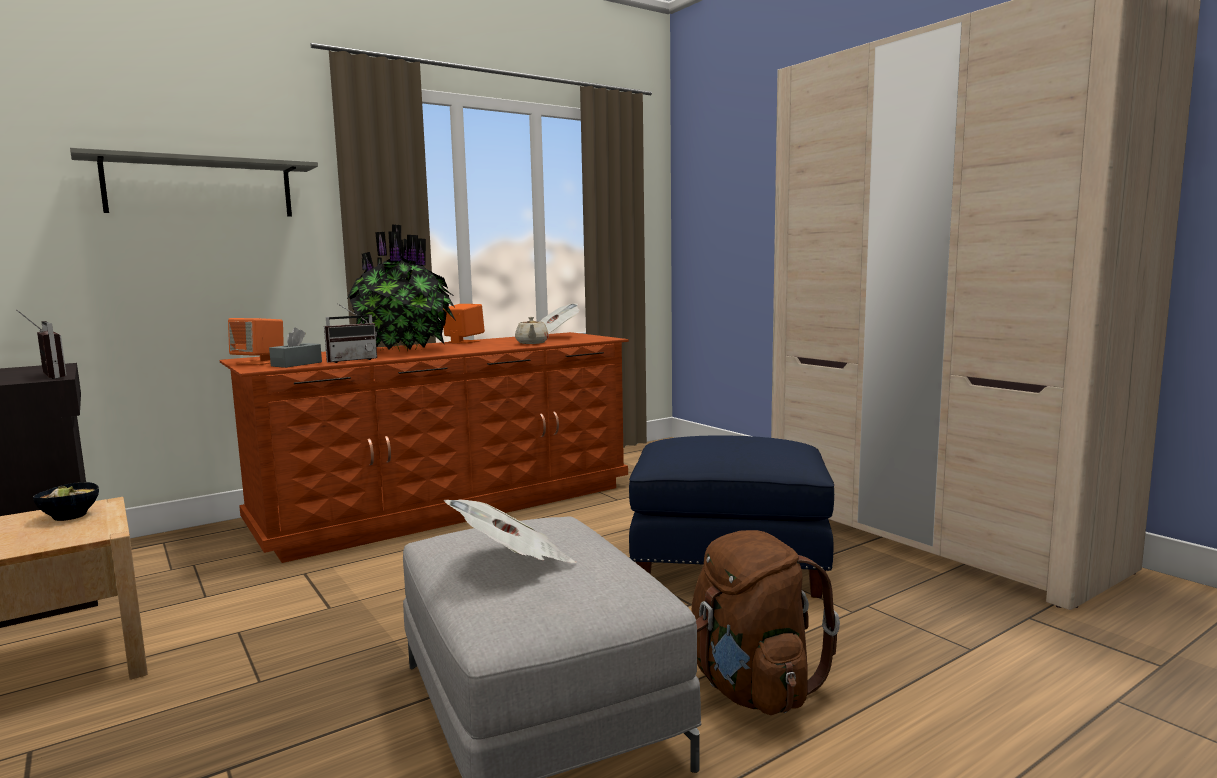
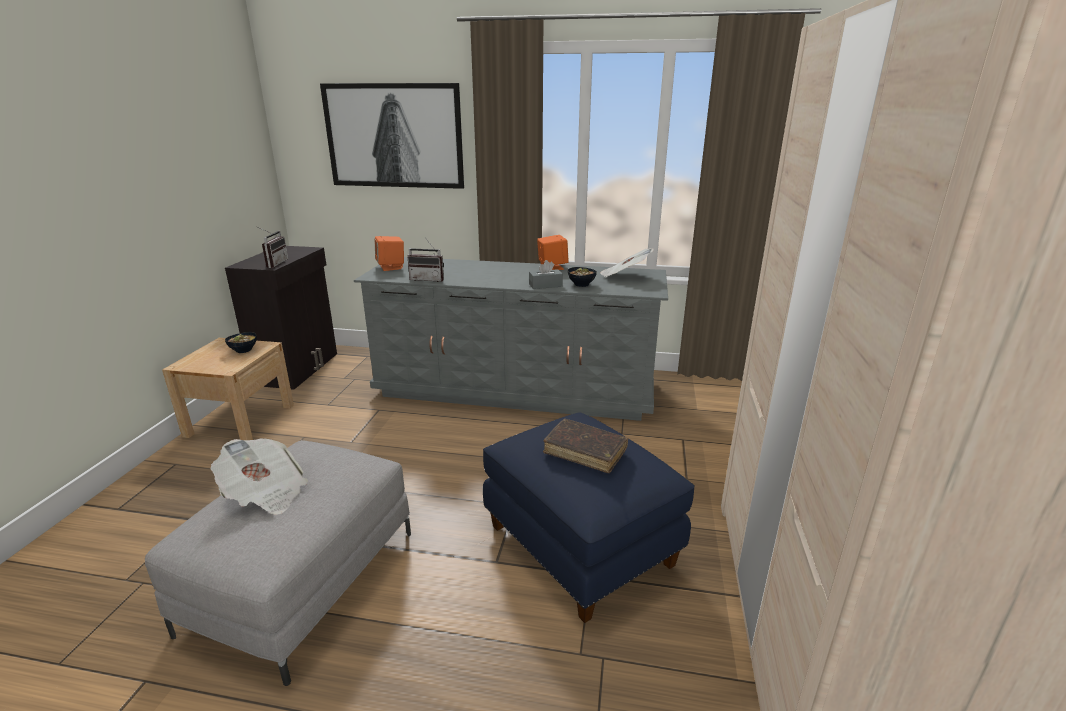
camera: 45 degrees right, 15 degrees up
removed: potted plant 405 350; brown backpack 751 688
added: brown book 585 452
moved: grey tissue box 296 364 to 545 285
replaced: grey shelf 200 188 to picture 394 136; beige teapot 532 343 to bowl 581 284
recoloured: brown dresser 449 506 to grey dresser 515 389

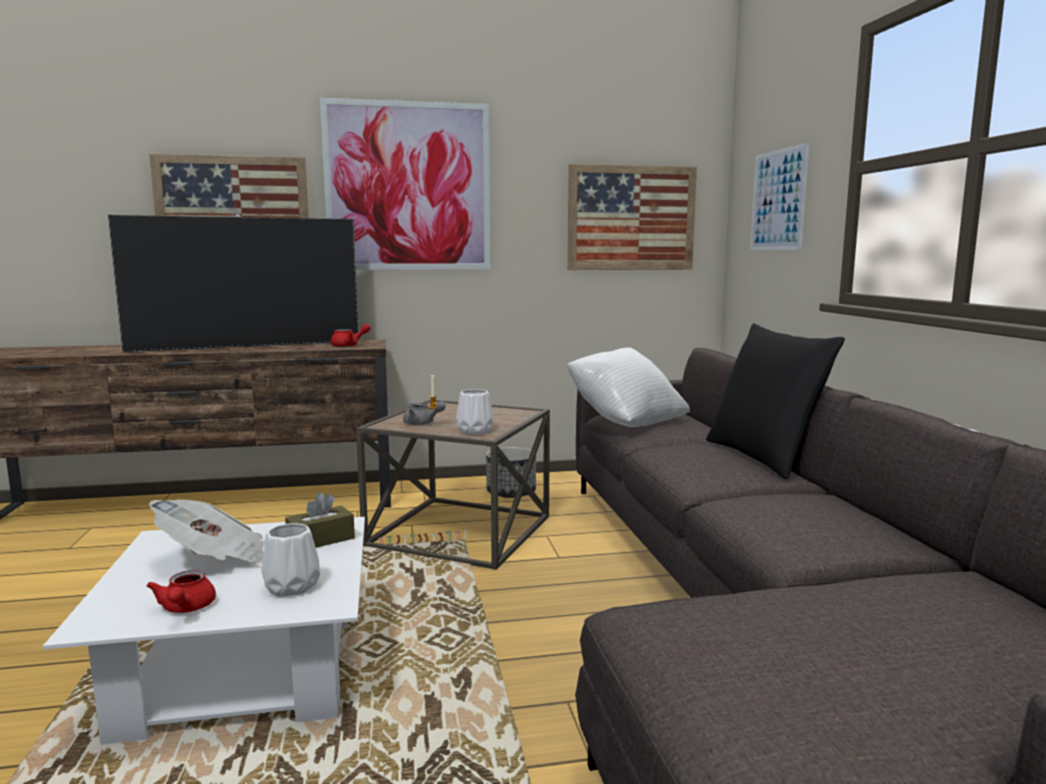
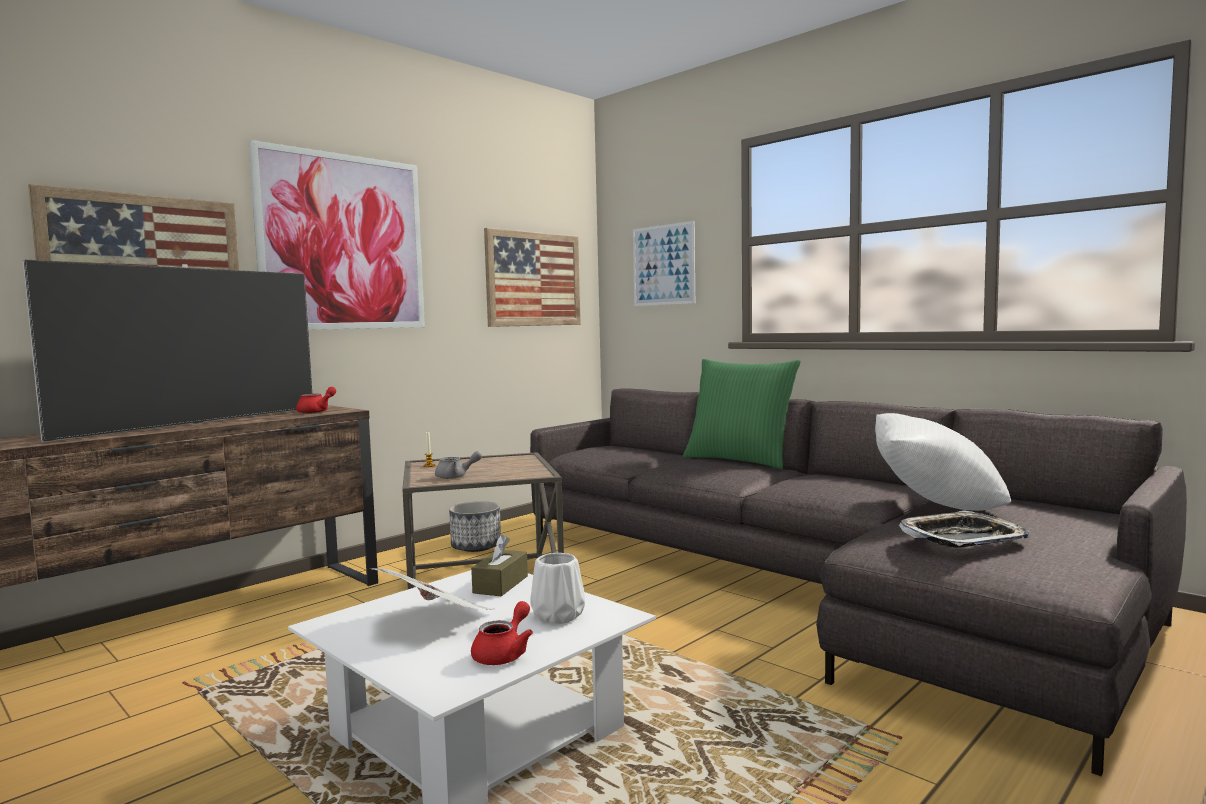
camera: 35 degrees left, 5 degrees down
removed: white vase 475 431
added: tray 962 538
moved: white pillow 626 421 to 934 505
recoloured: black pillow 764 457 to green pillow 740 460
turned: red teapot 185 609 = 504 654 105 degrees counterclockwise

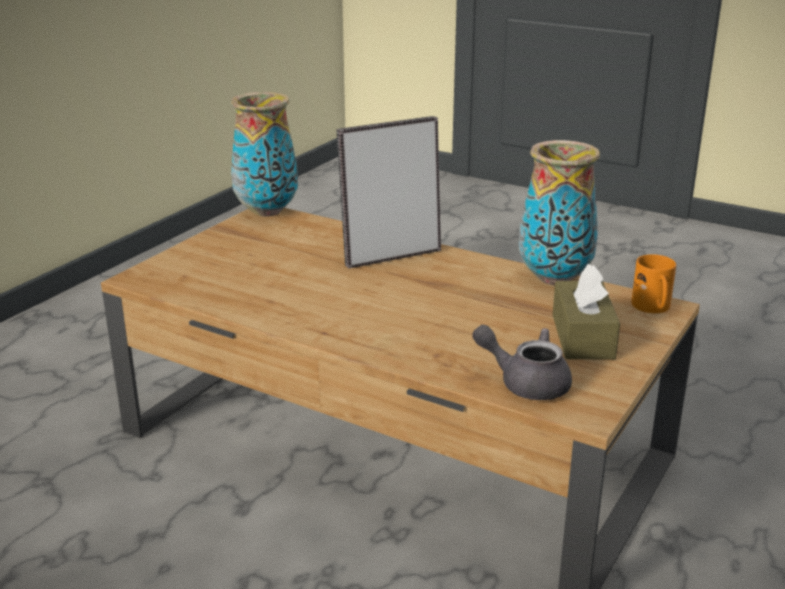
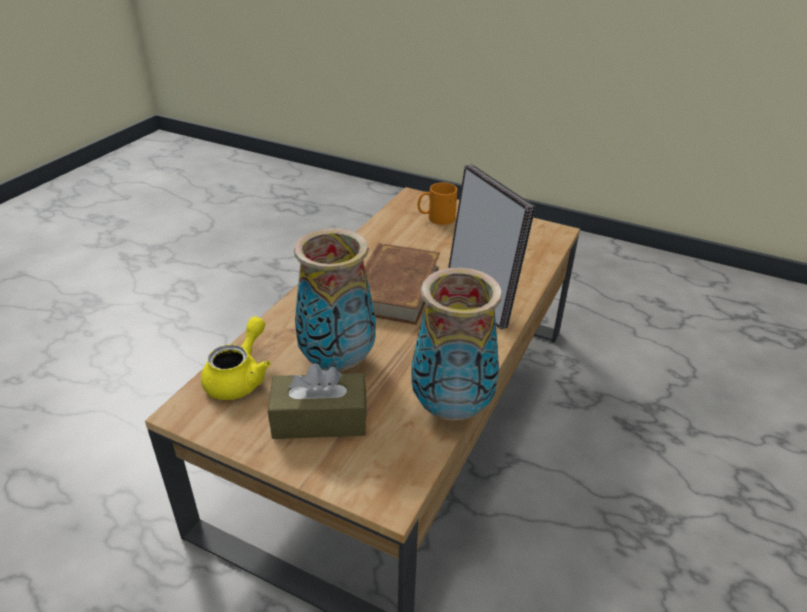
camera: 85 degrees right, 10 degrees up
added: brown book 394 289
moved: vase 267 211 to 338 362; orange mug 653 308 to 436 218
recoloured: grey teapot 526 382 to yellow teapot 240 377

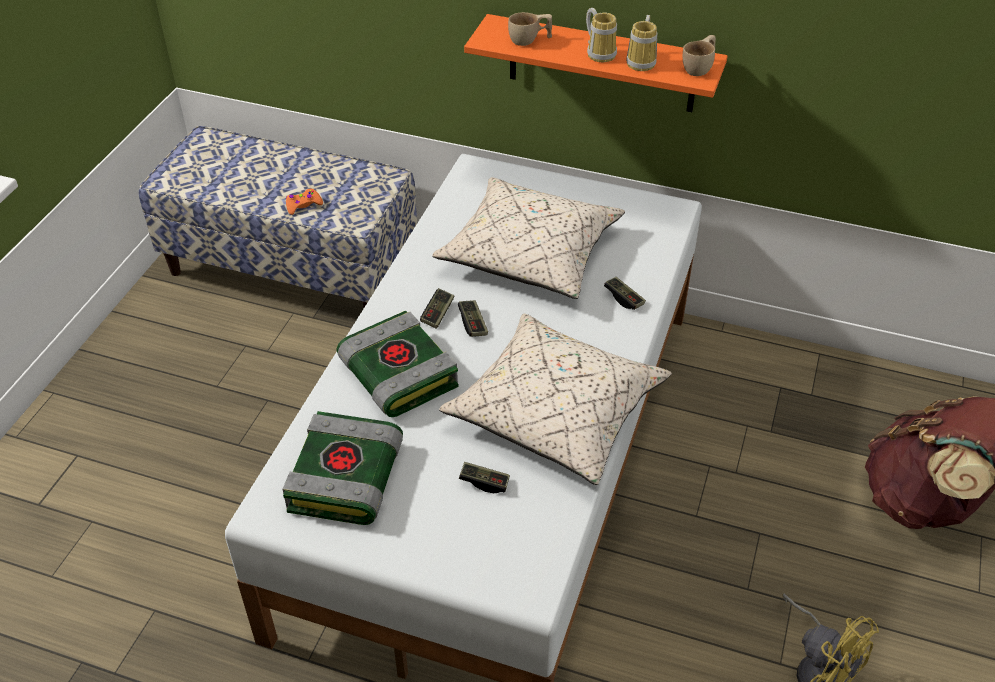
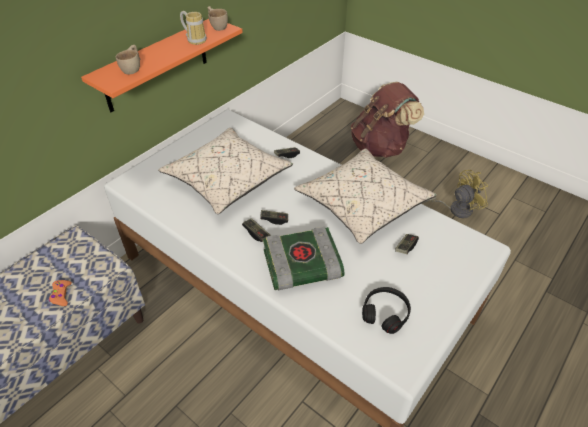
camera: 70 degrees left, 0 degrees up
removed: mug 600 53
replaced: book 347 479 to black headphones 385 313

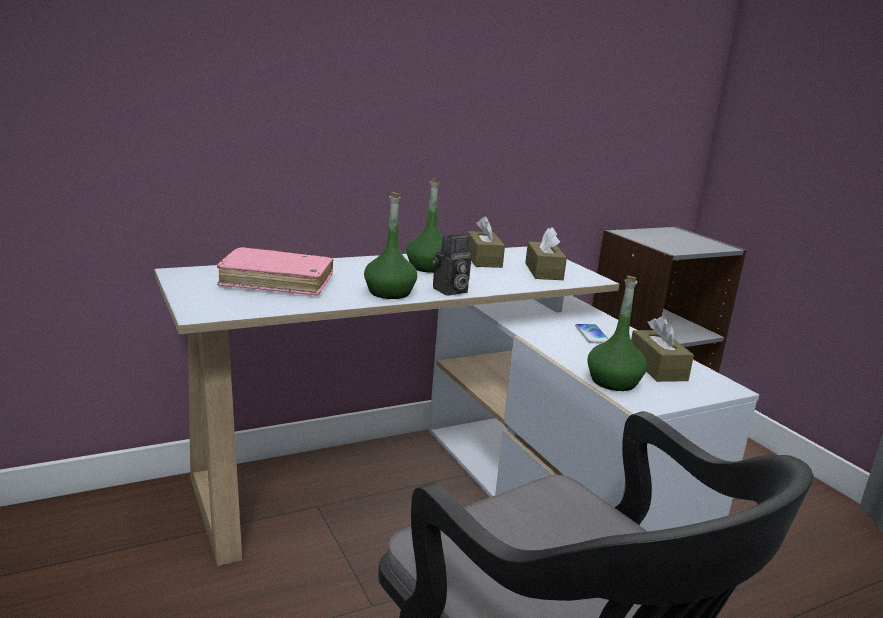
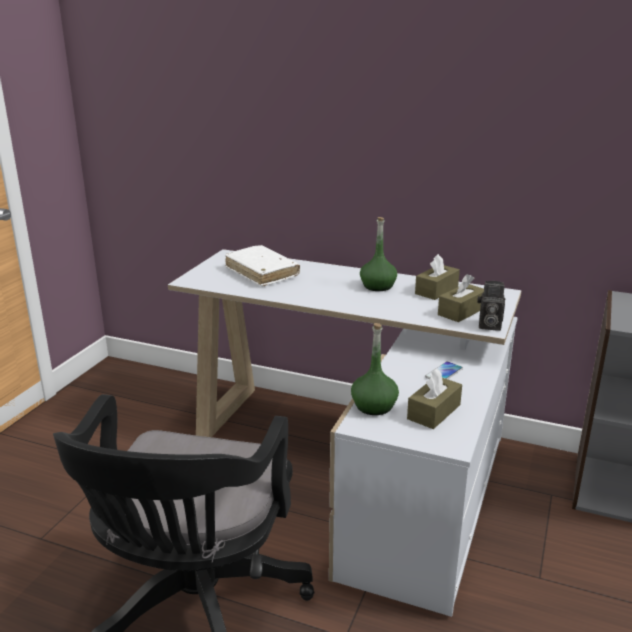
camera: 50 degrees right, 5 degrees up
removed: green bottle 389 293
moved: photo camera 450 291 to 488 326
recoloured: pink book 277 282 to white book 262 273

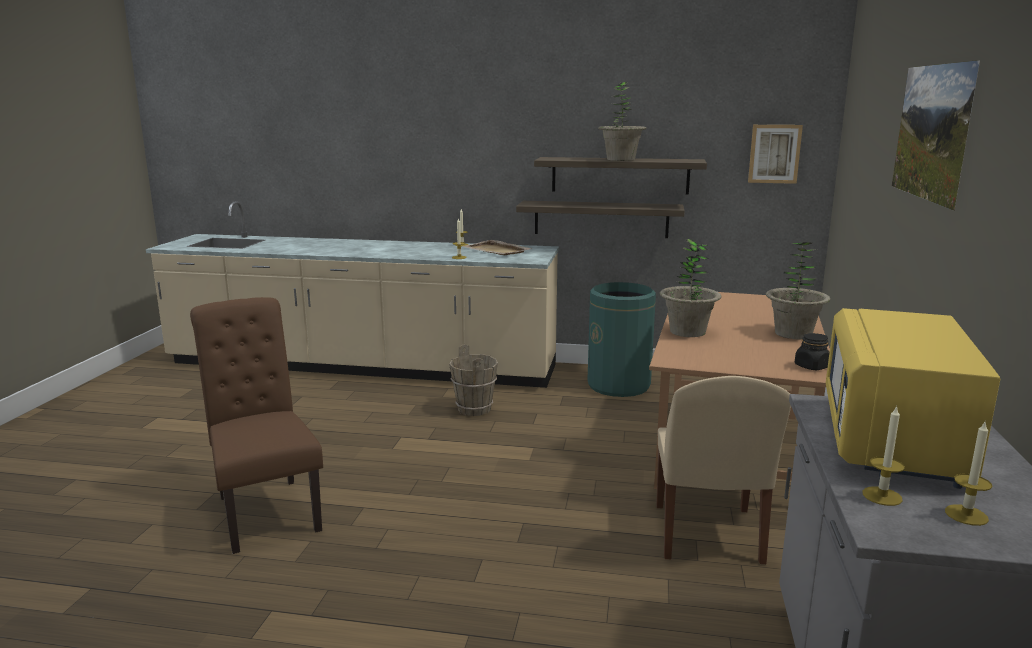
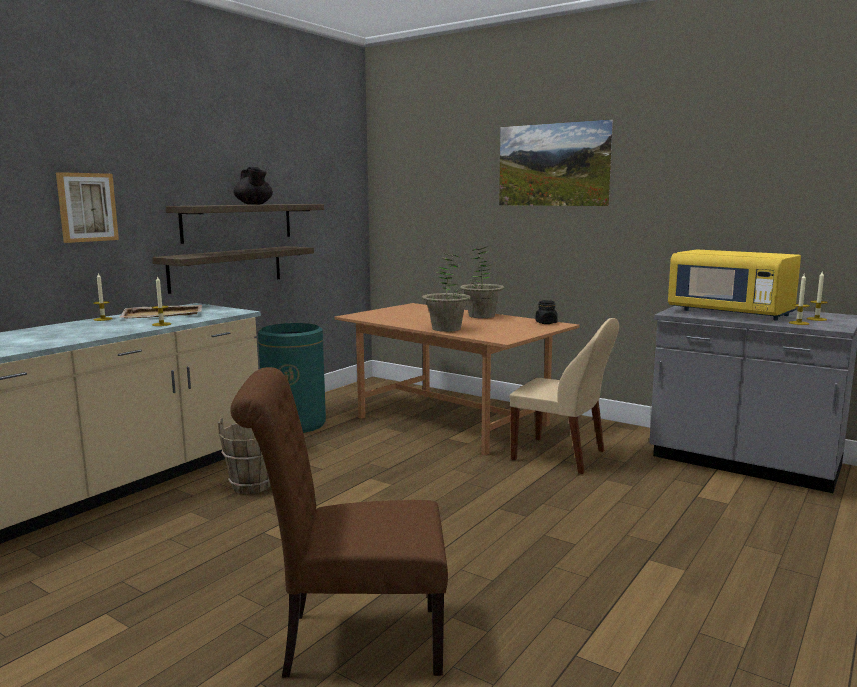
camera: 65 degrees left, 5 degrees down
moved: picture 774 154 to 87 207
replaced: potted plant 620 159 to black teapot 254 204

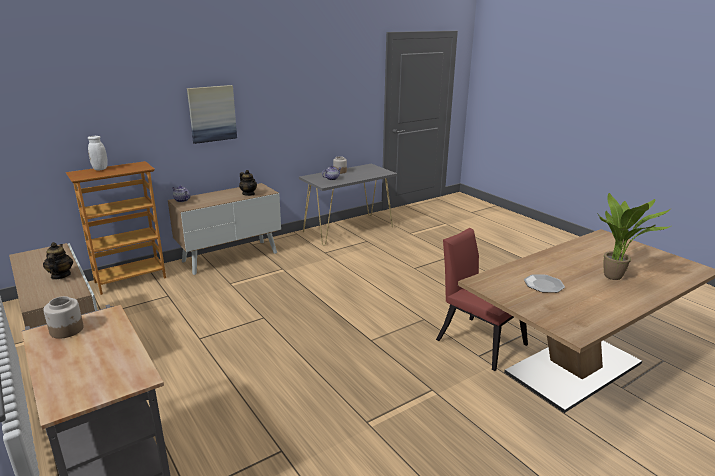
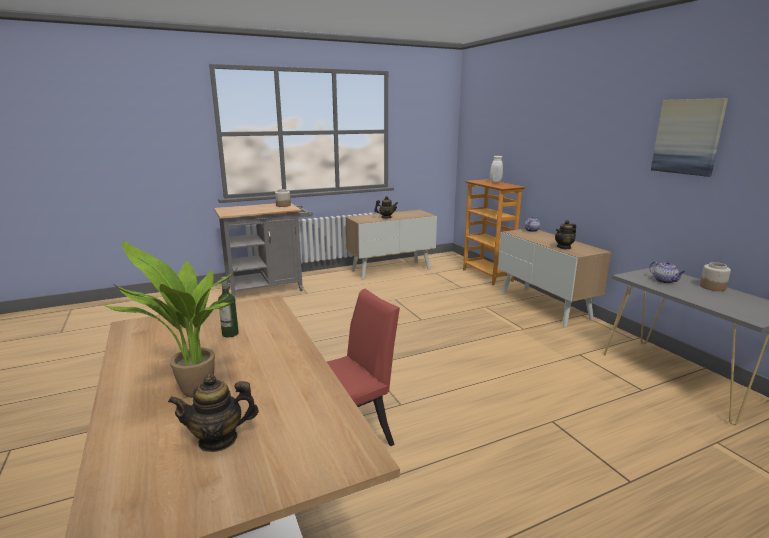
camera: 100 degrees right, 5 degrees down
added: teapot 218 439
moved: picture 212 113 to 688 137
replaced: plate 543 284 to bottle 230 334

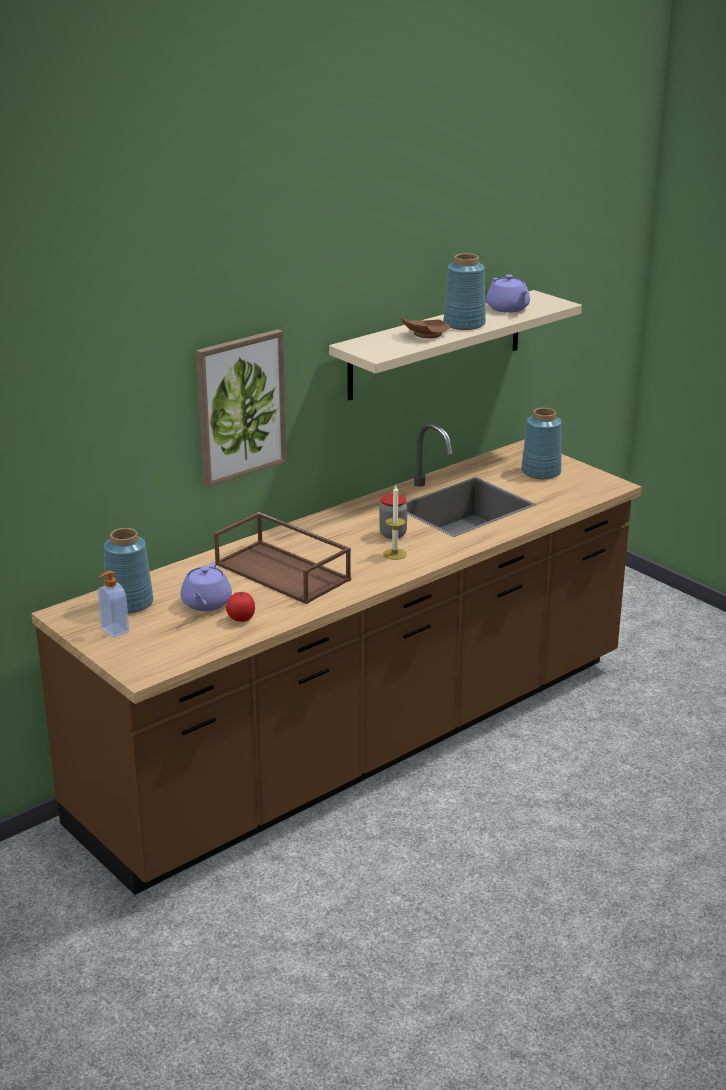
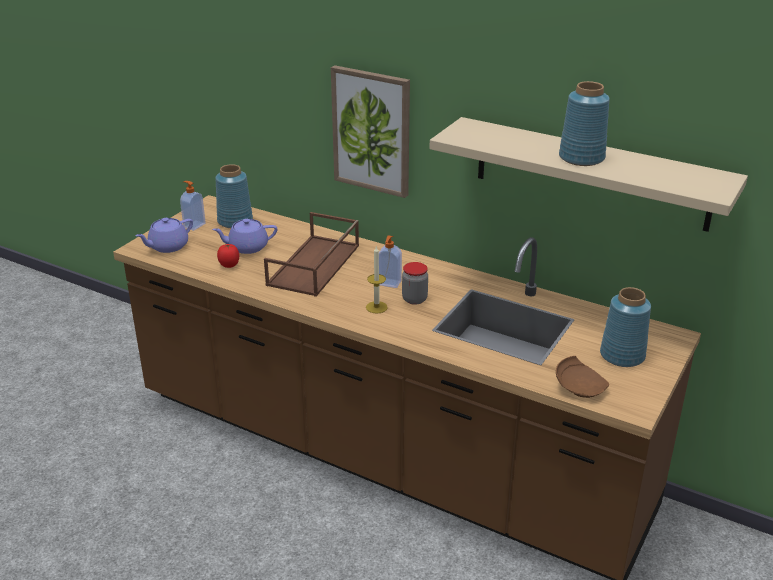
camera: 70 degrees right, 5 degrees up
added: soap dispenser 389 283
moved: brown plate 424 335 to 579 387; purple teapot 508 309 to 167 246

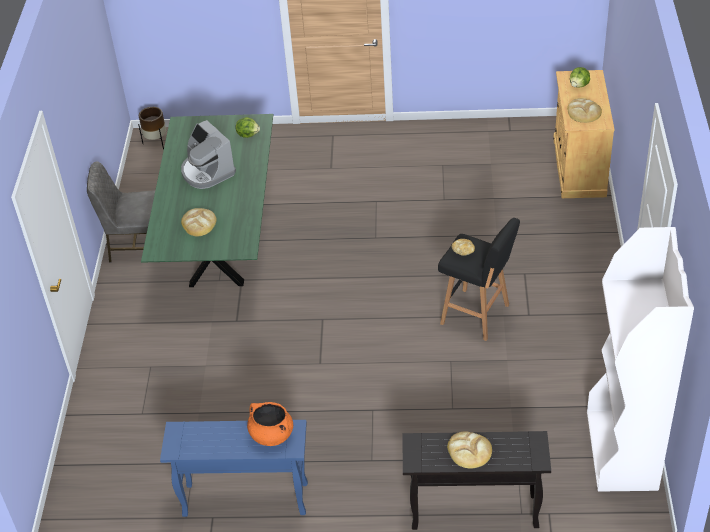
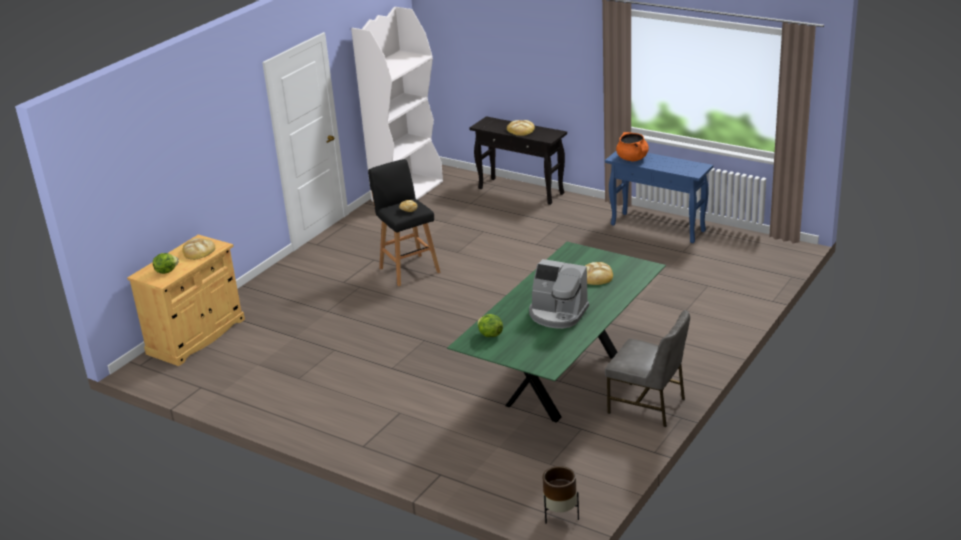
camera: 150 degrees left, 15 degrees down
turned: coffee machine 207 172 = 557 314 120 degrees clockwise

